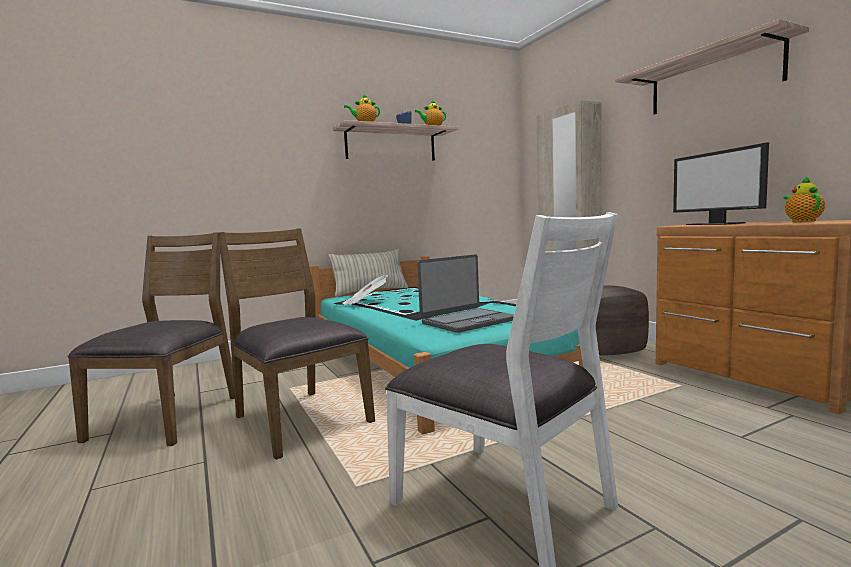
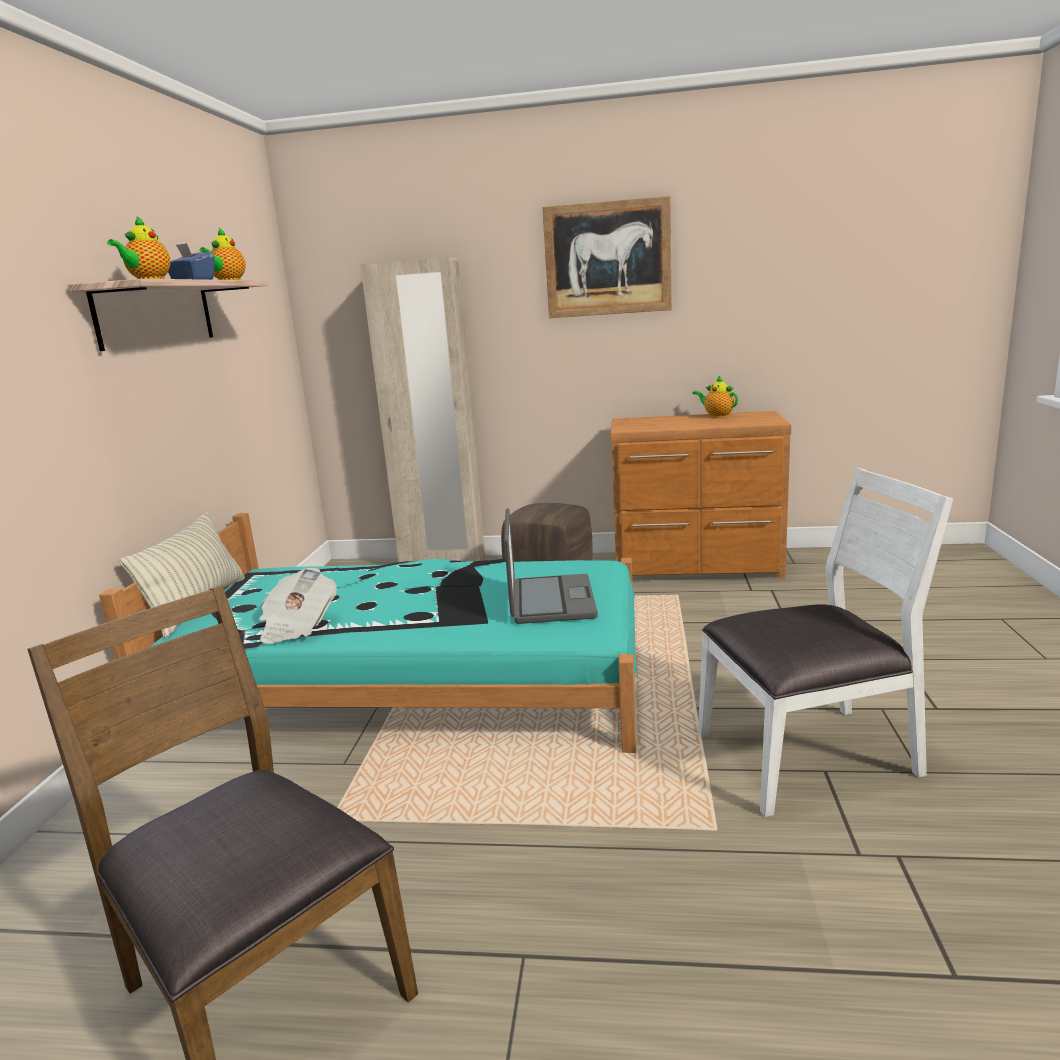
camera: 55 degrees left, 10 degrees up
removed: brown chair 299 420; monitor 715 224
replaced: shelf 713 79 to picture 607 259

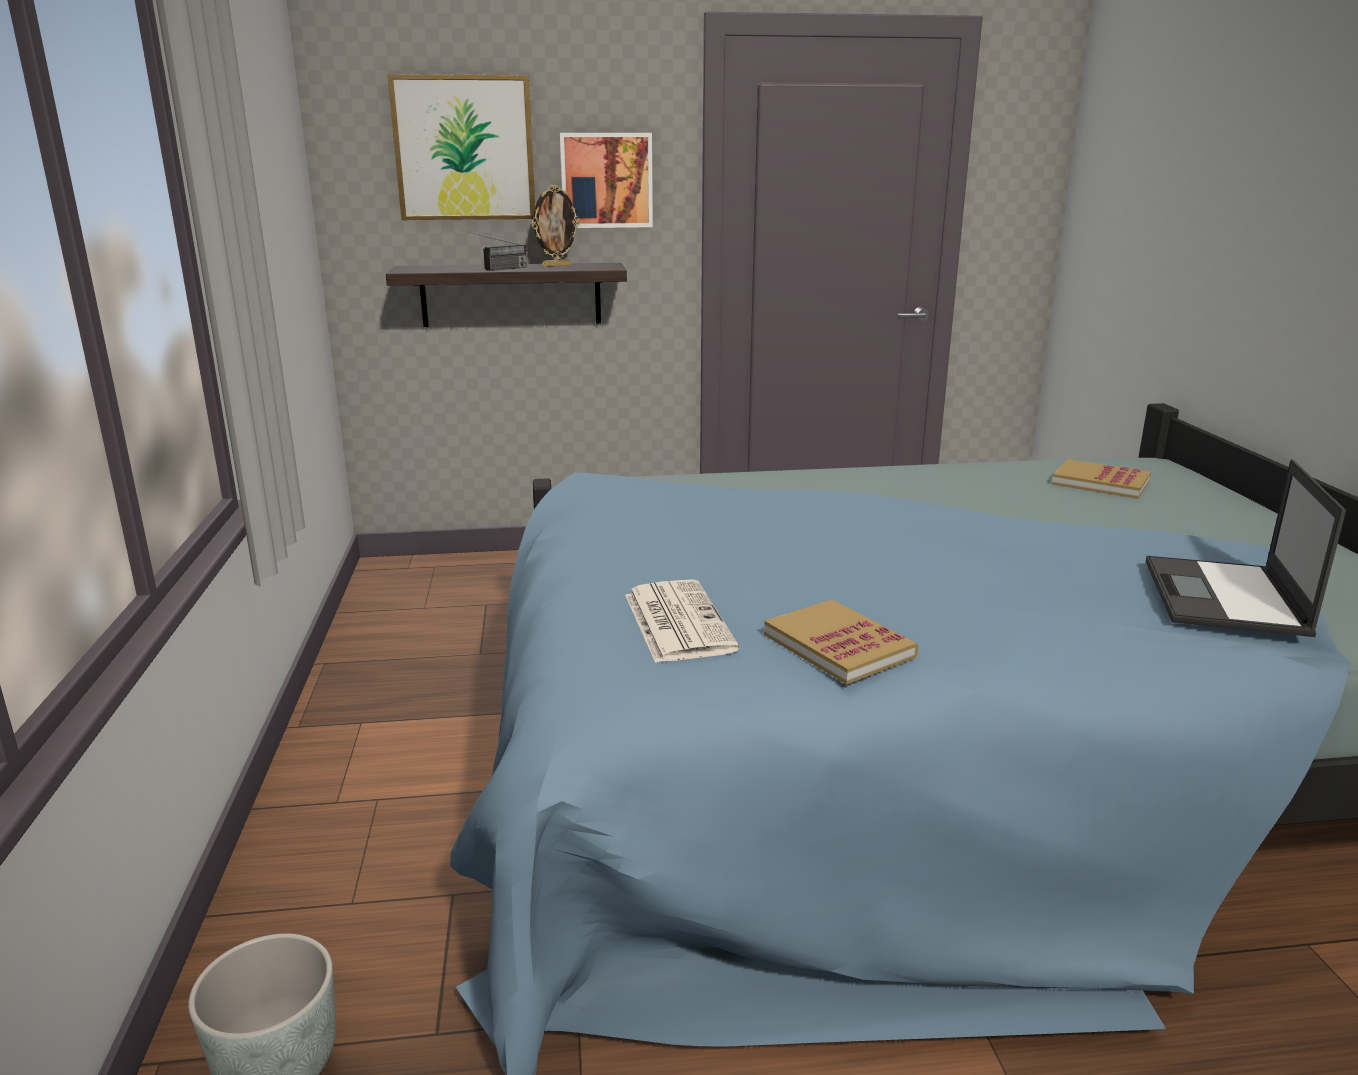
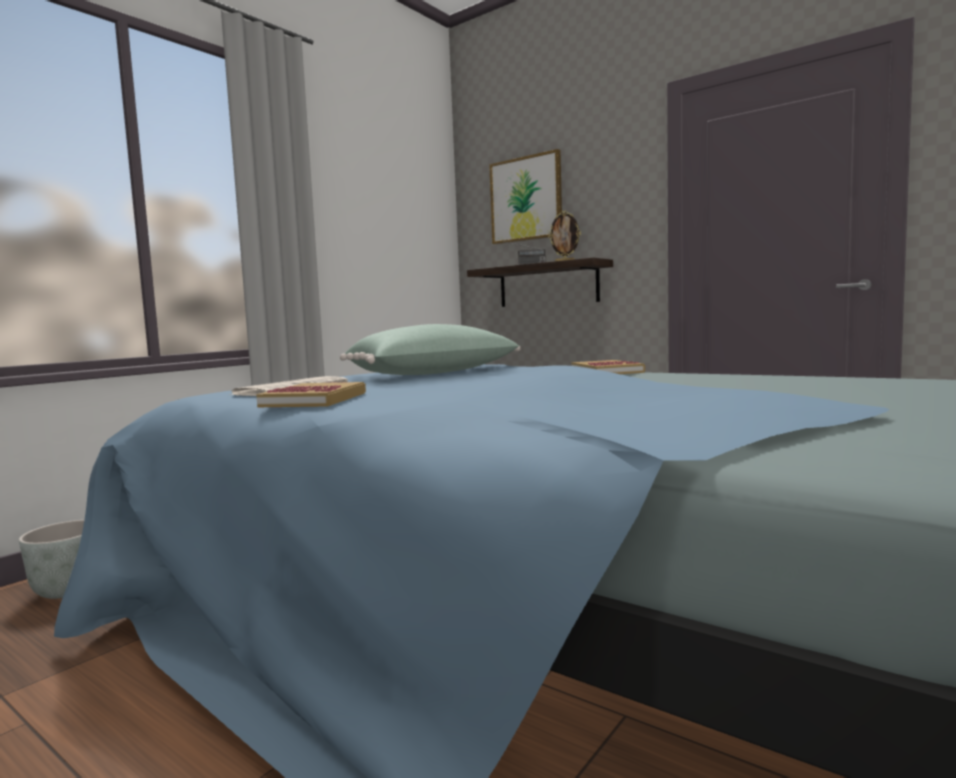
camera: 45 degrees right, 15 degrees down
removed: picture 606 180; laptop 1225 597
added: green pillow 435 374
moved: book 1100 483 to 606 371

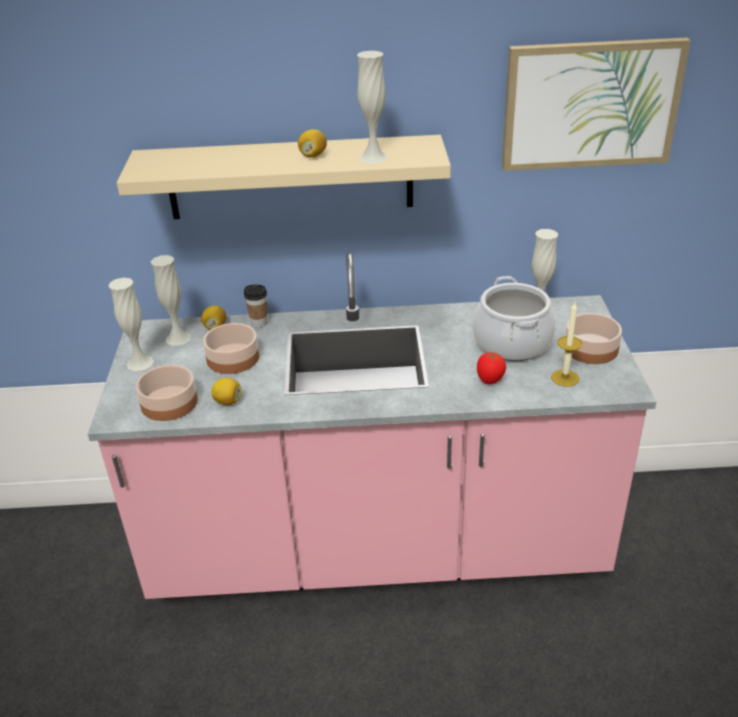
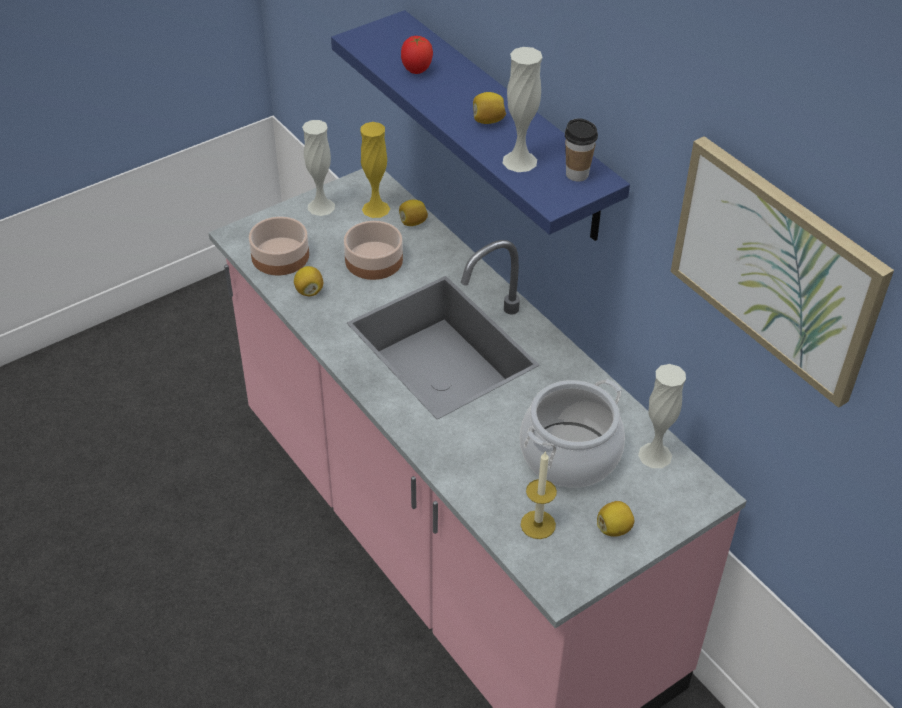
camera: 55 degrees right, 10 degrees up
moved: cup 259 323 to 577 174; tomato 489 381 to 416 71
replaced: bowl 590 349 to lemon 614 528
recoloured: beige shelf 290 177 to blue shelf 506 127; white vase 178 338 to yellow vase 376 209

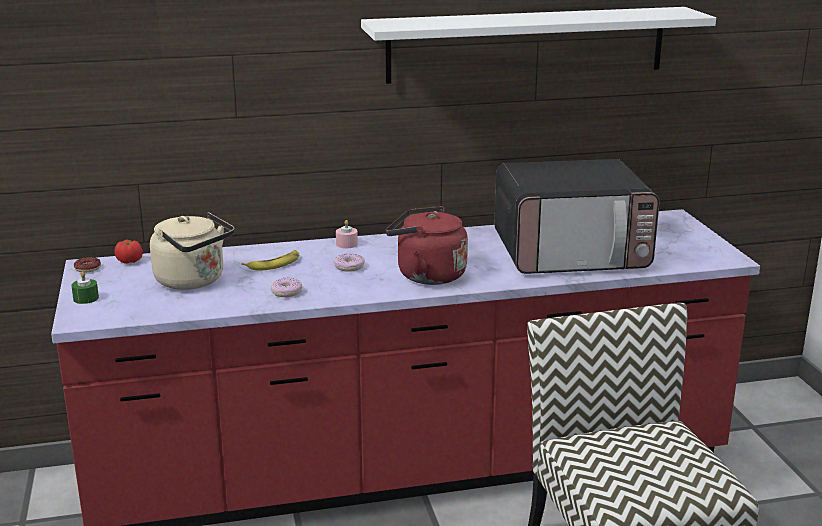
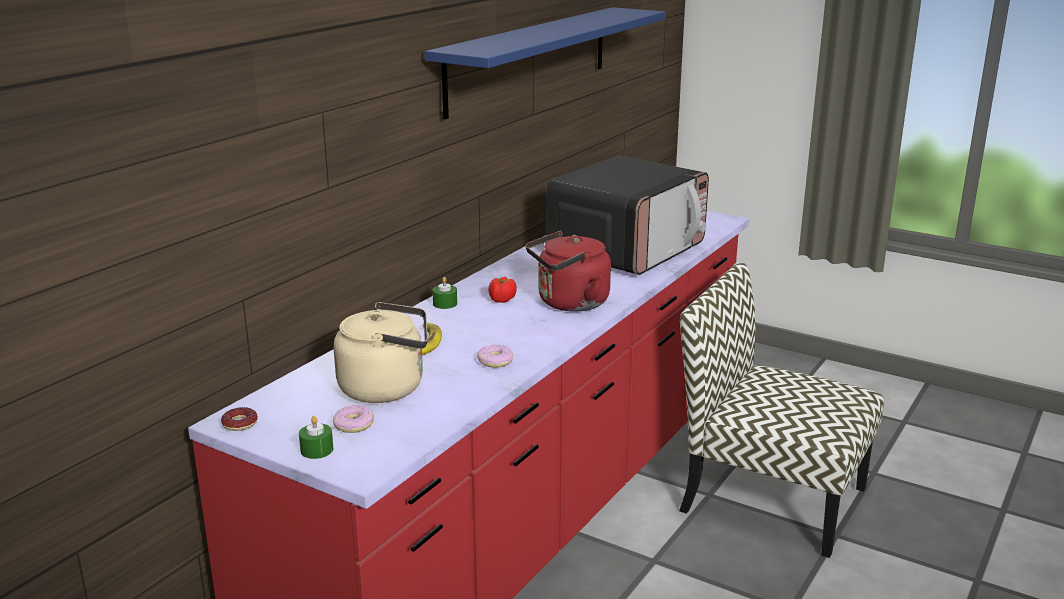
camera: 45 degrees left, 0 degrees up
moved: tomato 129 261 to 502 300; donut 349 267 to 354 425
recoloured: pink candle 346 244 to green candle 445 304; white shelf 527 44 to blue shelf 530 59

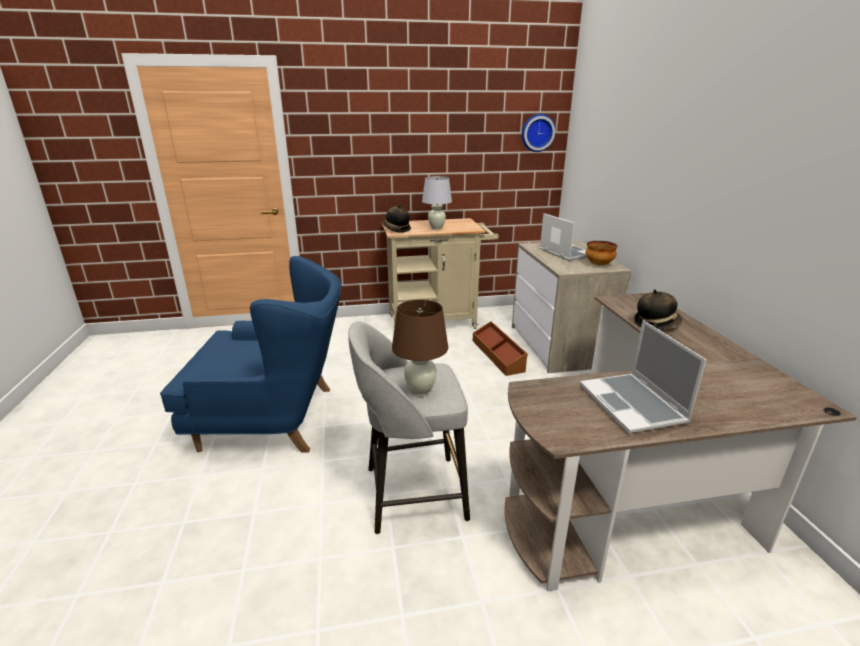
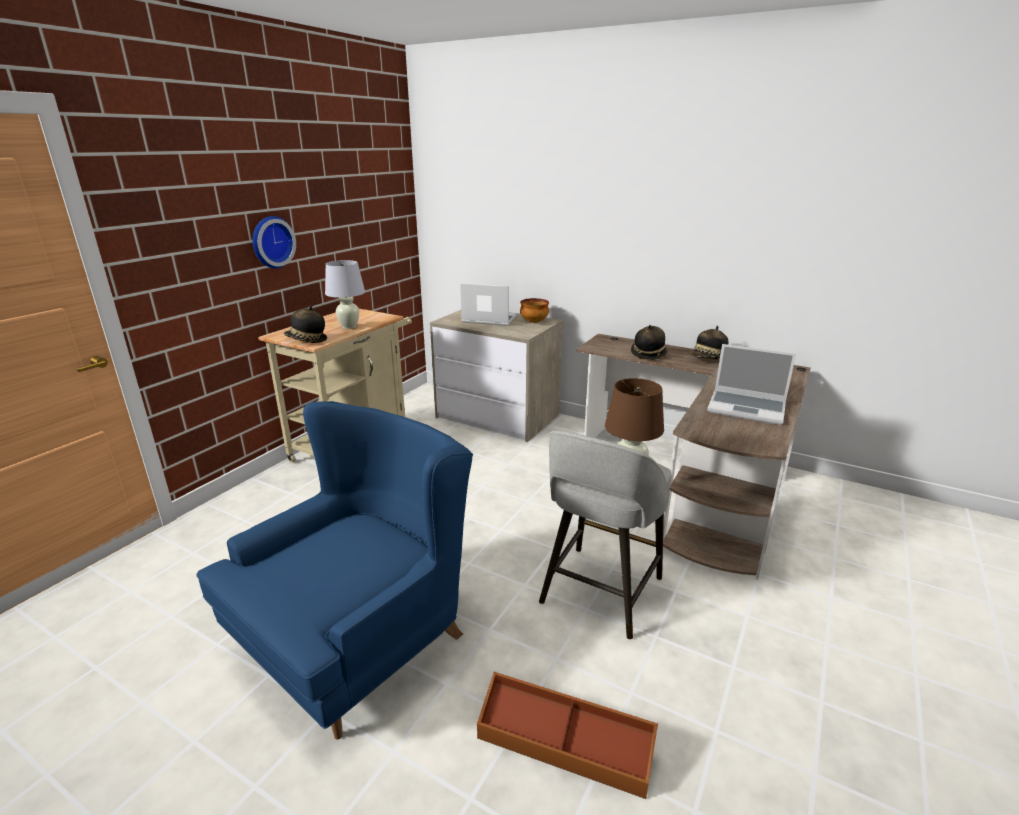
camera: 50 degrees left, 0 degrees up
added: hat 708 359
moved: brown storage box 498 355 to 564 744; wall clock 537 133 to 271 242

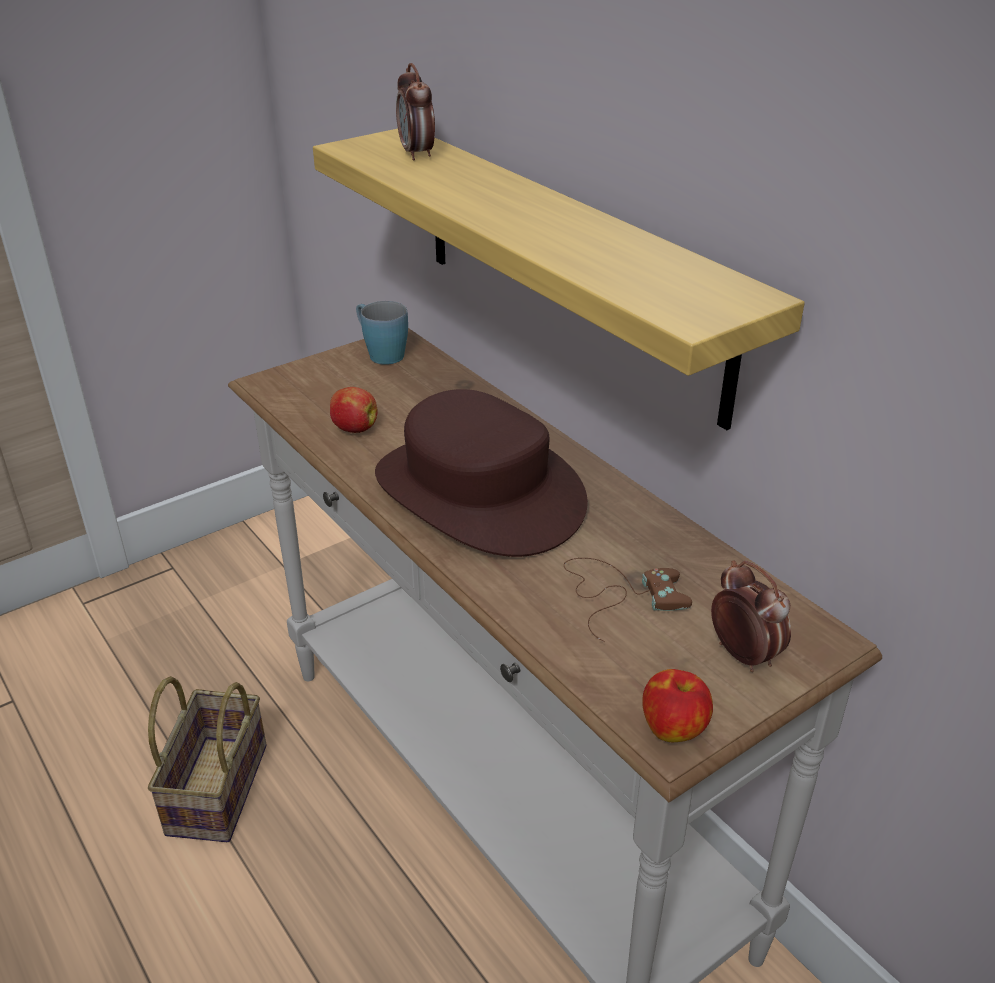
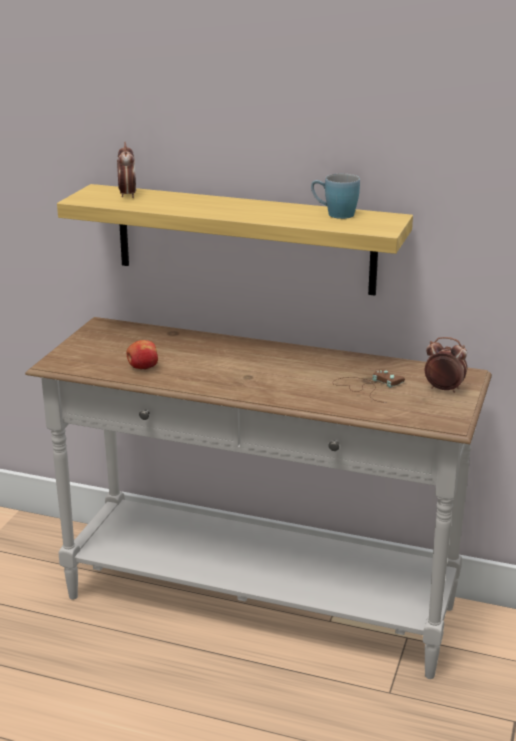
camera: 35 degrees left, 10 degrees down
removed: basket 216 786; brown hat 477 493; apple 674 728
moved: blue mug 380 353 to 334 214
turned: alarm clock 417 154 = 127 195 135 degrees counterclockwise

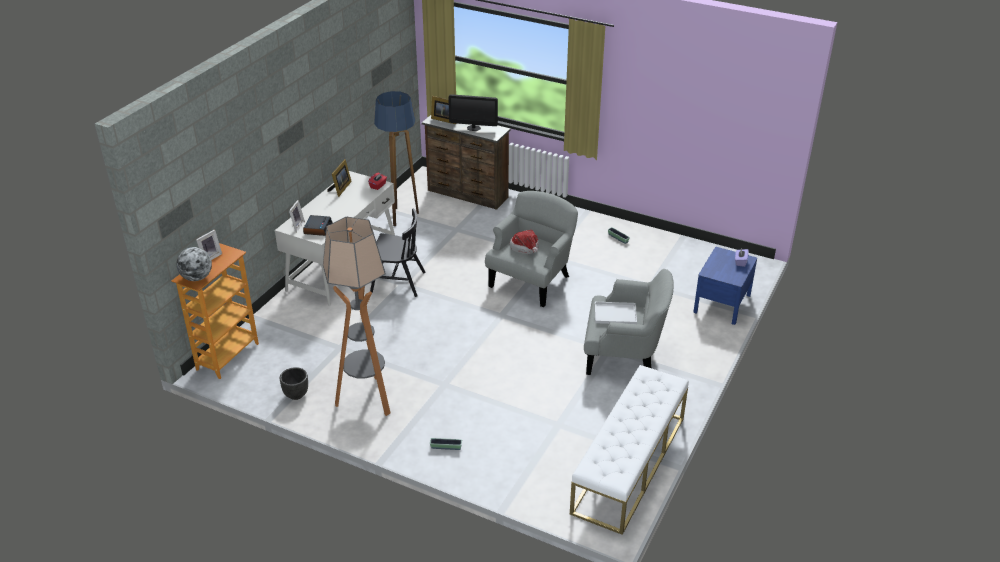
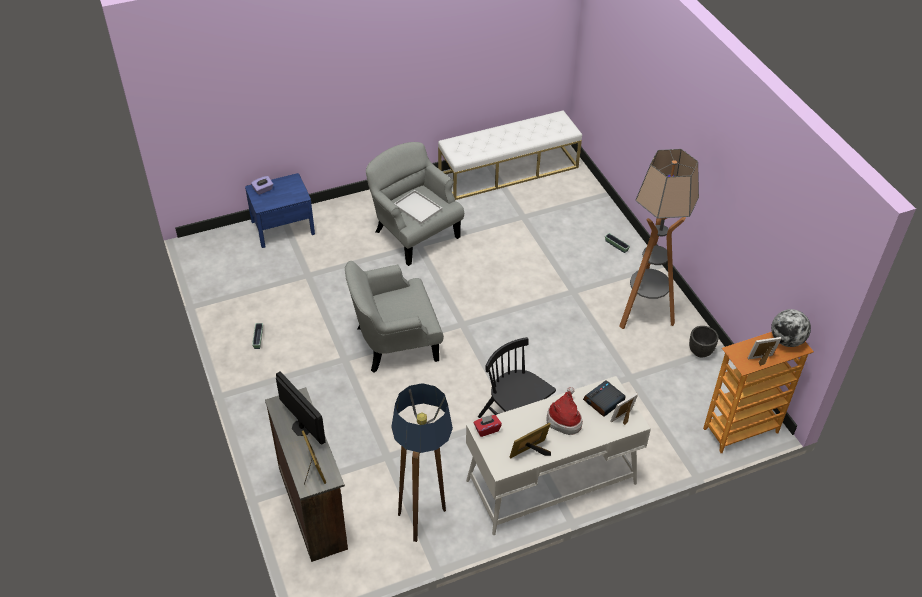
camera: 140 degrees left, 10 degrees up
moved: hat 526 249 to 564 419

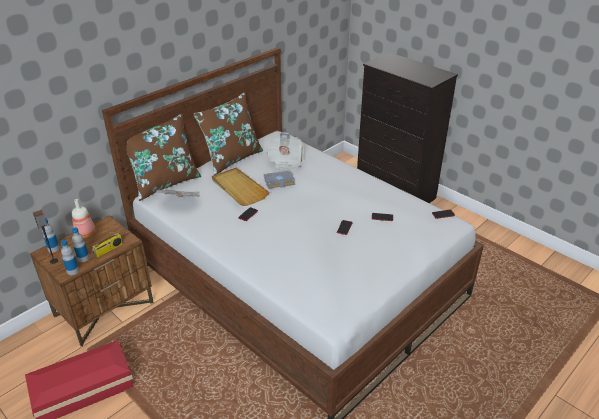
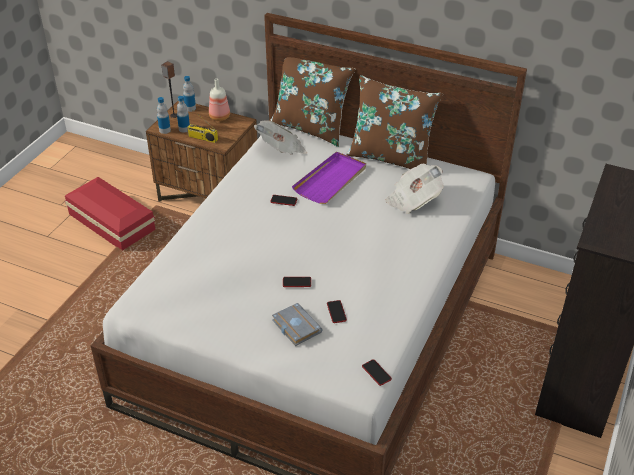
camera: 70 degrees right, 5 degrees up
moved: grey book 278 182 to 295 327
recoloured: beige tray 239 188 to purple tray 331 180

